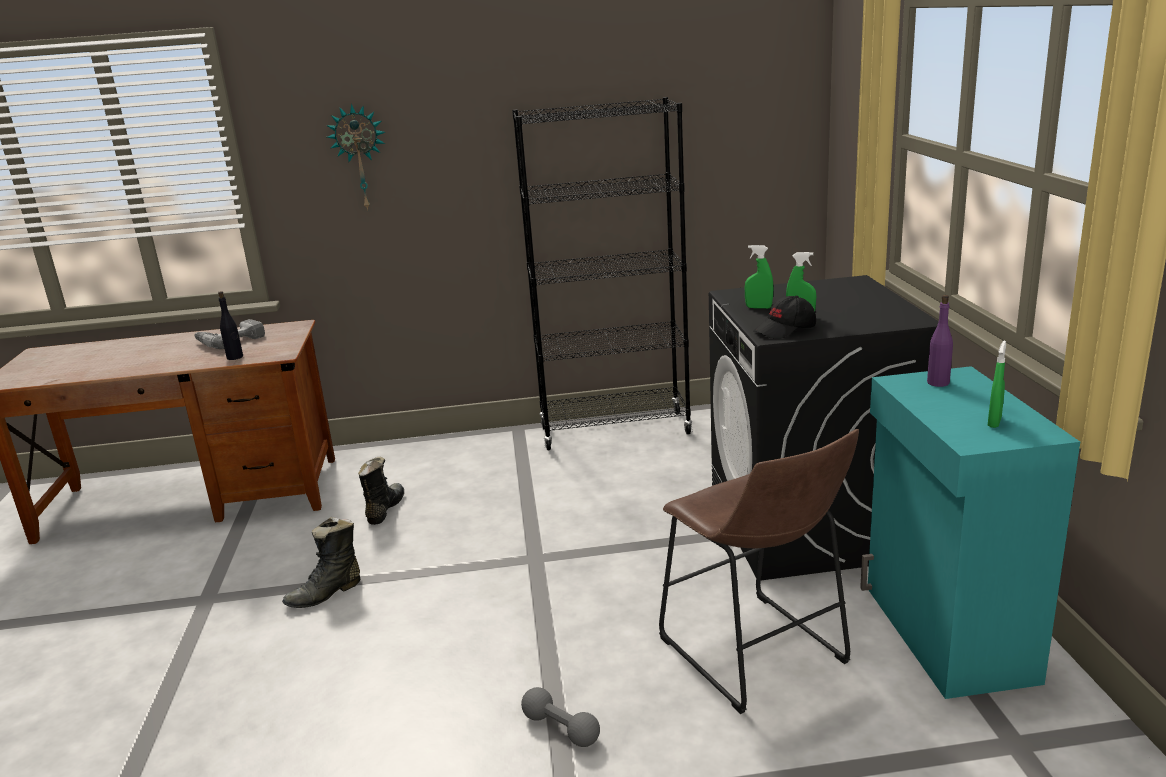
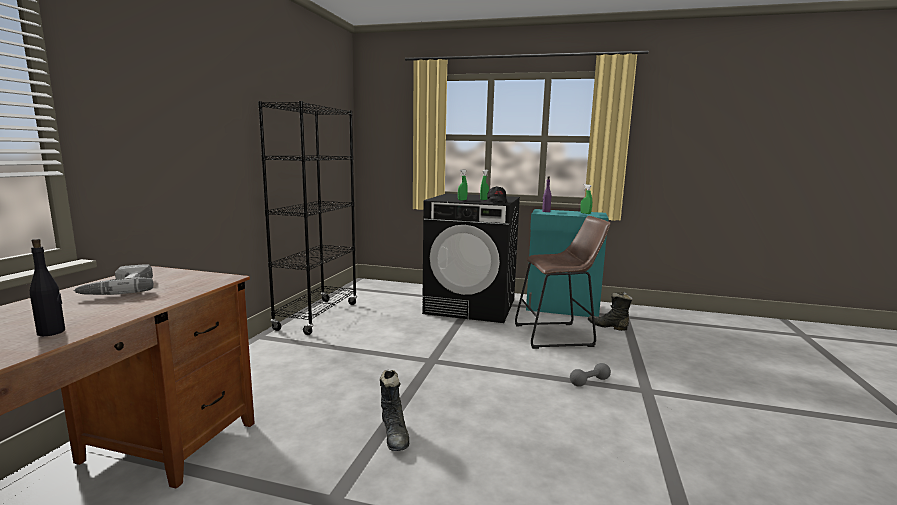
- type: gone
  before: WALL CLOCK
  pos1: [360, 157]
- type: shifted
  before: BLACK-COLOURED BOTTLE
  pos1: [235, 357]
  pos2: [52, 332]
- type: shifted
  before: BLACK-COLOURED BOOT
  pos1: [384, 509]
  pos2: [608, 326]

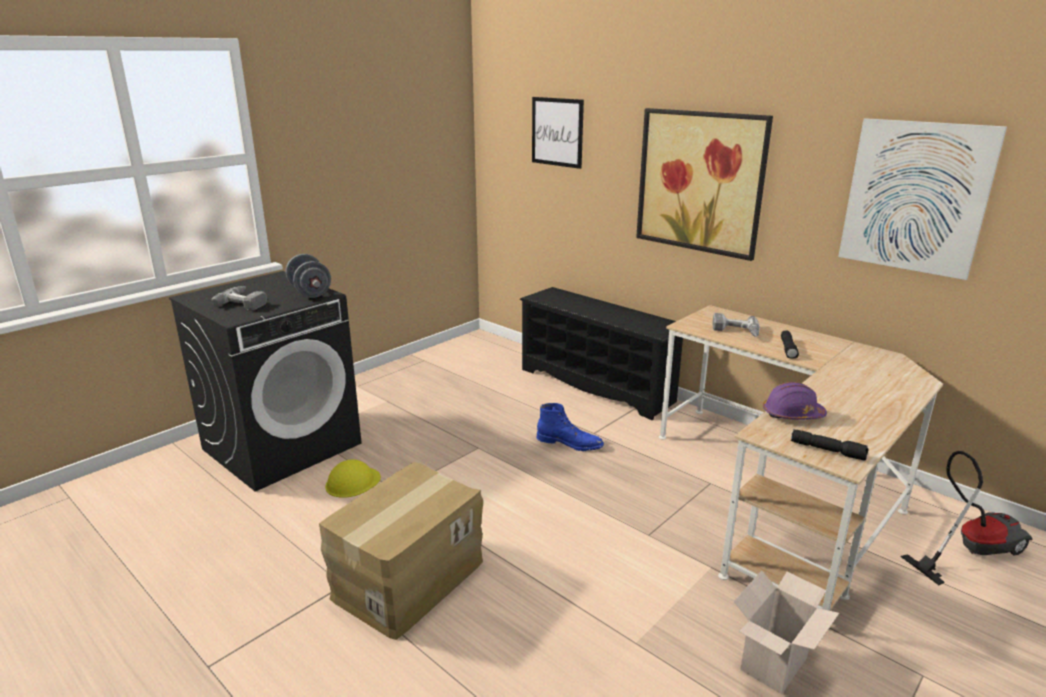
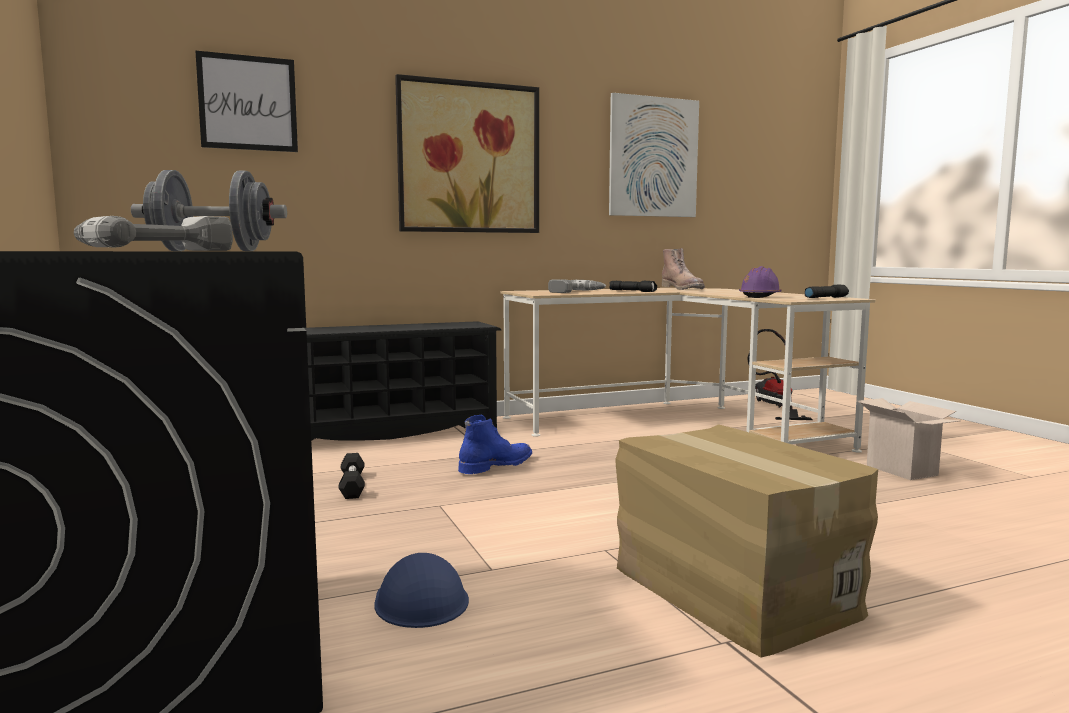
- type: repainted
  before: YELLOWISH WORK HELMET
  after: BLUISH WORK HELMET
  pos1: [352, 482]
  pos2: [421, 600]
- type: new
  after: BROWNISH BOOT
  pos2: [683, 289]
- type: new
  after: BLACK-COLOURED DUMBBELL
  pos2: [352, 485]

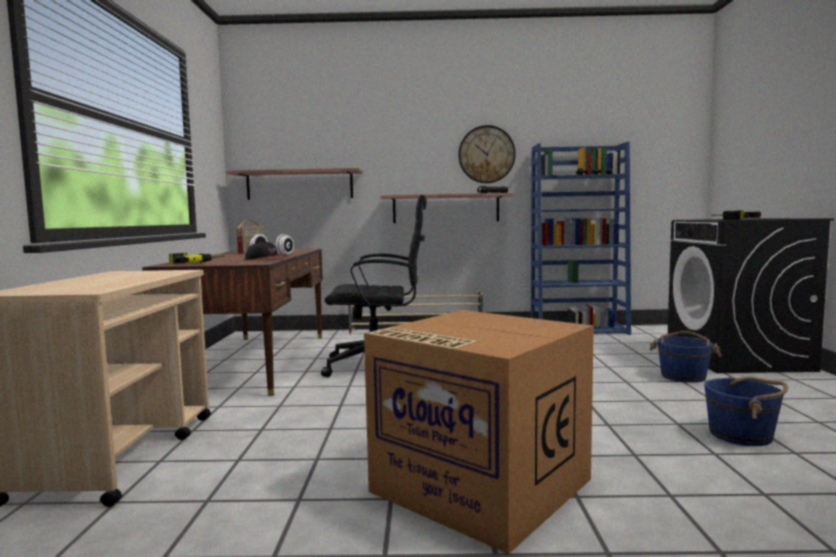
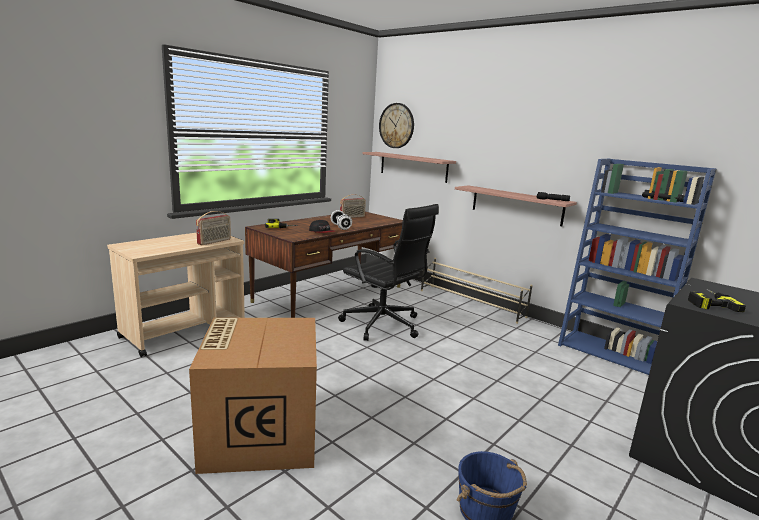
- type: shifted
  before: WALL CLOCK
  pos1: [486, 154]
  pos2: [396, 125]
- type: gone
  before: BLUISH PAIL
  pos1: [683, 376]
- type: new
  after: RADIO
  pos2: [214, 242]

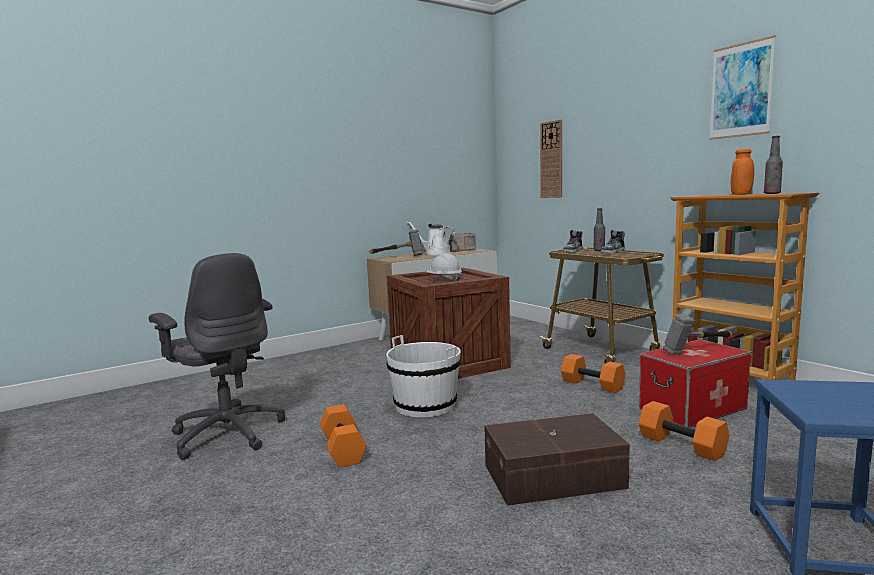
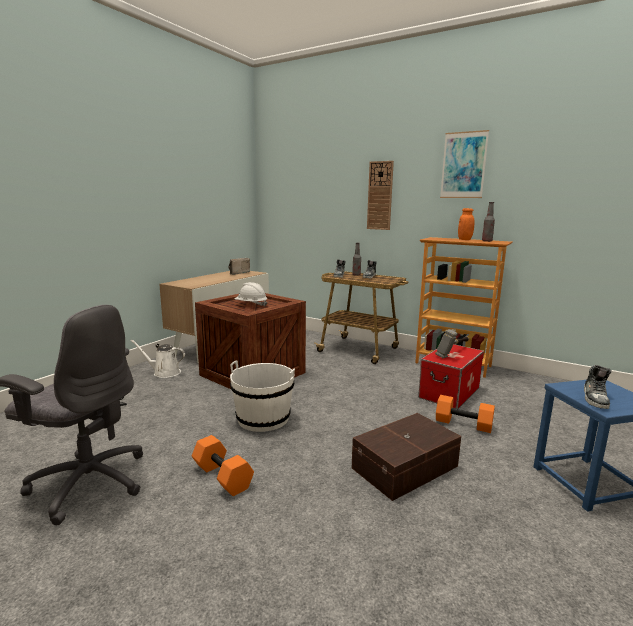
- type: shifted
  before: WALL CLOCK
  pos1: [551, 160]
  pos2: [380, 196]
- type: shifted
  before: WHITE-COLOURED WATERING CAN
  pos1: [435, 254]
  pos2: [164, 372]
- type: gone
  before: HAMMER
  pos1: [398, 257]
- type: gone
  before: ORANGEY DUMBBELL
  pos1: [593, 384]
- type: new
  after: SHOE
  pos2: [595, 398]

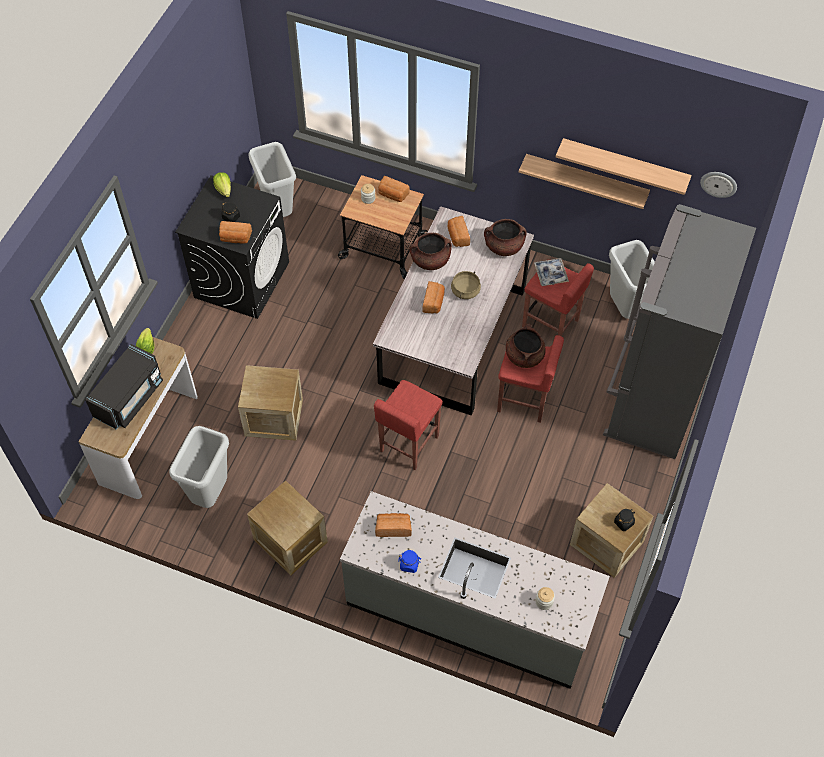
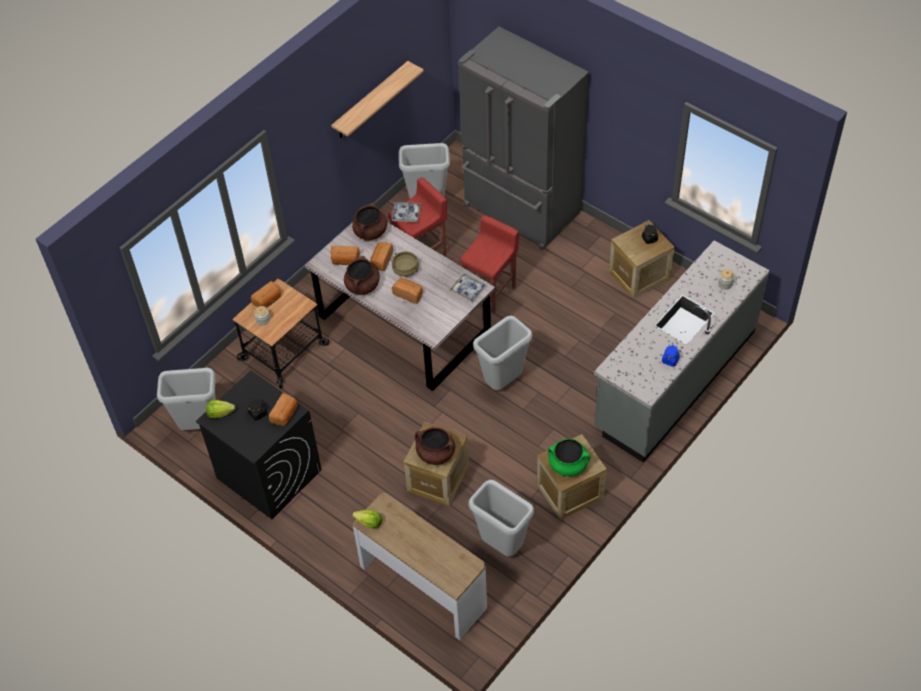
- type: gone
  before: WALL SHELF
  pos1: [586, 180]
- type: gone
  before: WALL CLOCK
  pos1: [719, 183]
- type: shifted
  before: BROWNISH SAUCEPOT
  pos1: [524, 356]
  pos2: [435, 454]
- type: gone
  before: BLACK-COLOURED MICROWAVE OVEN
  pos1: [129, 398]
- type: swapped
  before: REDDISH STOOL SEAT
  after: GREYISH WASTE BIN
  pos1: [408, 444]
  pos2: [503, 383]
- type: shifted
  before: BAKED BREAD
  pos1: [393, 528]
  pos2: [381, 260]
- type: new
  after: TRAY
  pos2: [468, 289]
- type: new
  after: GREENISH SAUCEPOT
  pos2: [568, 465]

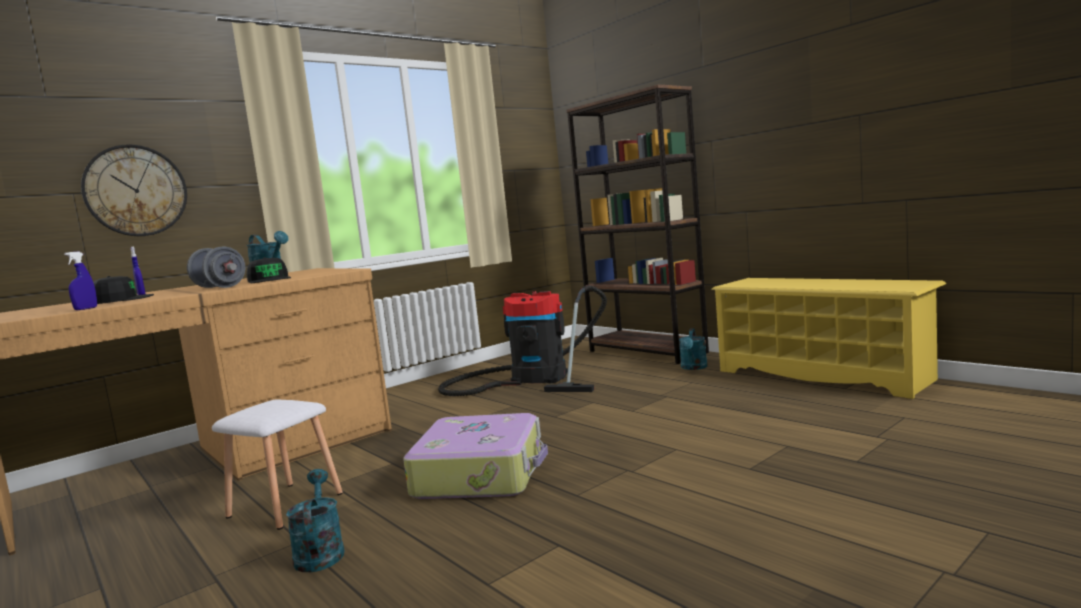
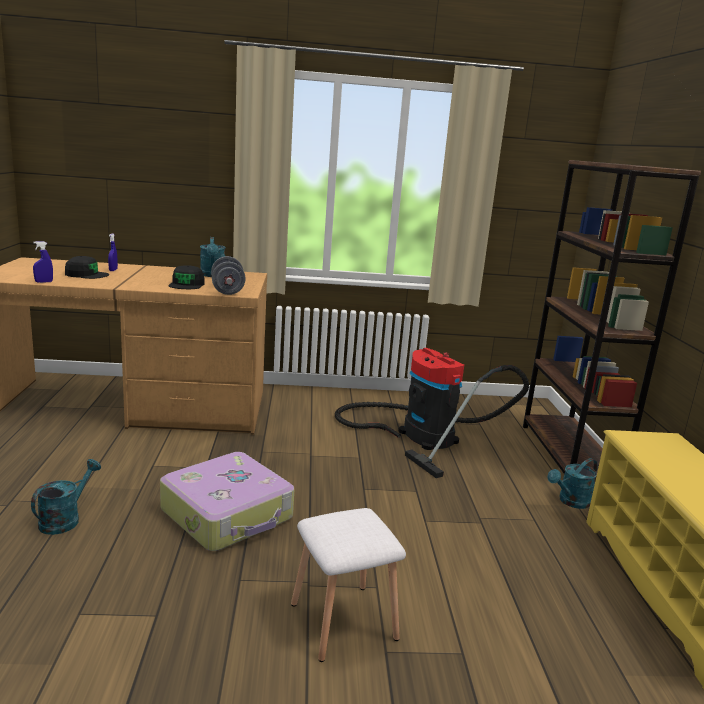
- type: gone
  before: WALL CLOCK
  pos1: [135, 191]
- type: shifted
  before: GREYISH DUMBBELL
  pos1: [219, 287]
  pos2: [227, 291]
- type: shifted
  before: WHITE-COLOURED STOOL SEAT
  pos1: [284, 506]
  pos2: [342, 622]

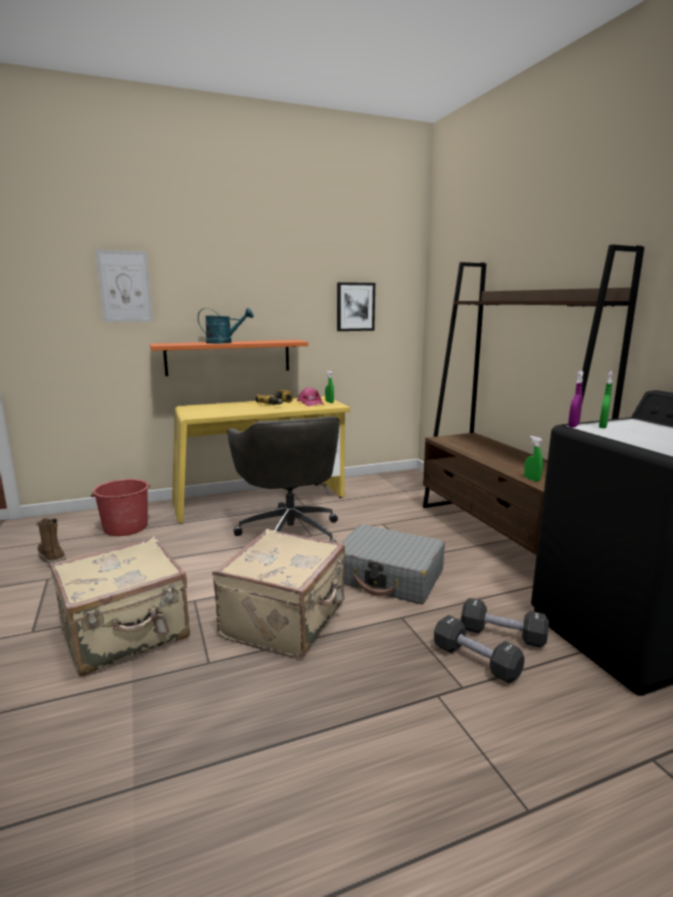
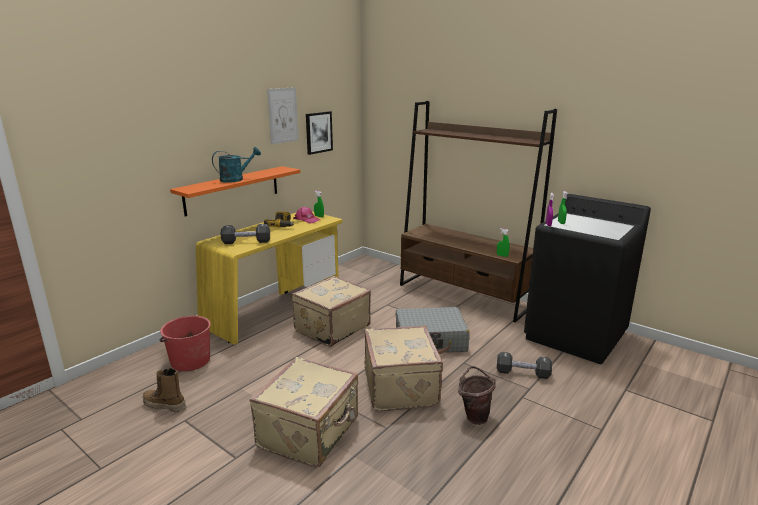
- type: shifted
  before: WALL ART
  pos1: [125, 286]
  pos2: [283, 115]
- type: swapped
  before: GREYISH DESK CHAIR
  after: BEIGE TRAVEL CASE
  pos1: [289, 532]
  pos2: [331, 328]
- type: shifted
  before: BLACK-COLOURED DUMBBELL
  pos1: [502, 635]
  pos2: [246, 242]
- type: new
  after: BROWNISH PAIL
  pos2: [474, 415]

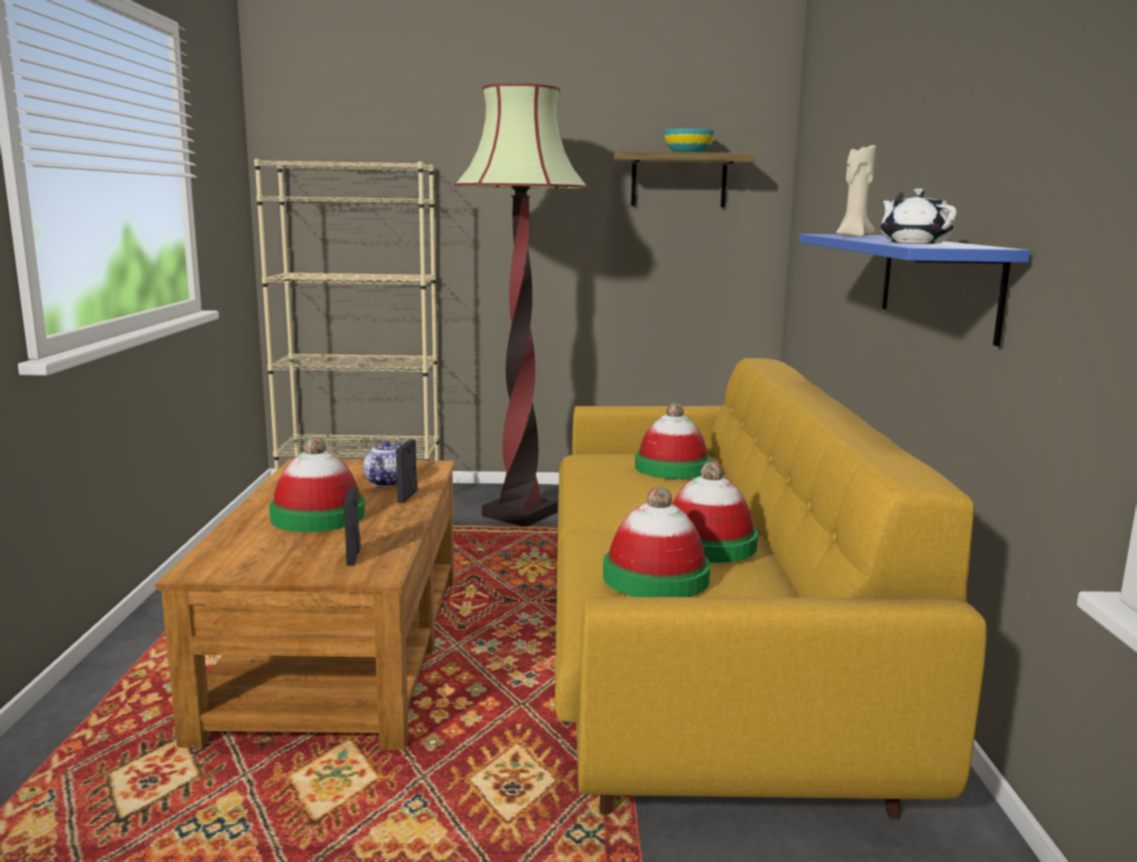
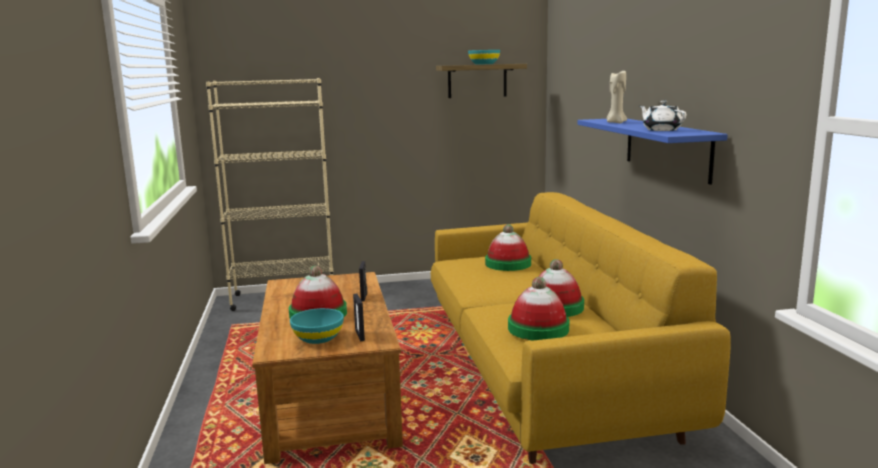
- type: gone
  before: STANDING LAMP
  pos1: [520, 514]
- type: gone
  before: POT FOR TEA
  pos1: [386, 482]
- type: new
  after: TURQUOISE-COLOURED DEEP DISH
  pos2: [318, 338]

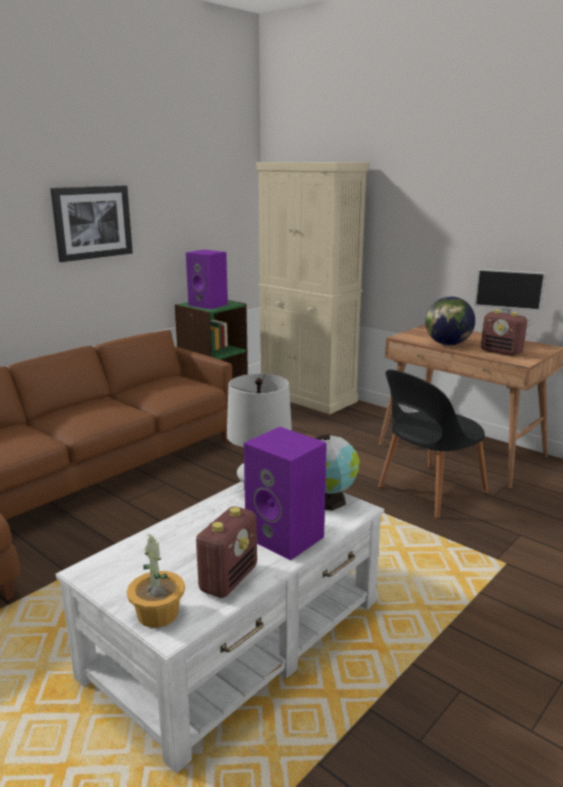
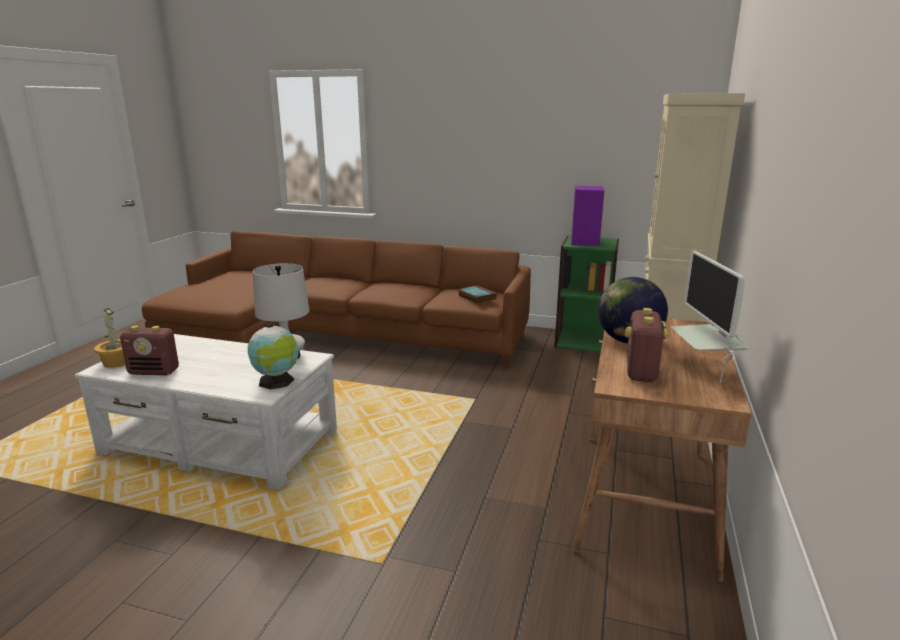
- type: gone
  before: WALL ART
  pos1: [92, 222]
- type: gone
  before: BLACK-COLOURED CHAIR
  pos1: [429, 491]
- type: gone
  before: PURPLE-COLOURED AUDIO SPEAKER
  pos1: [287, 537]
- type: new
  after: VOLUME
  pos2: [476, 297]

